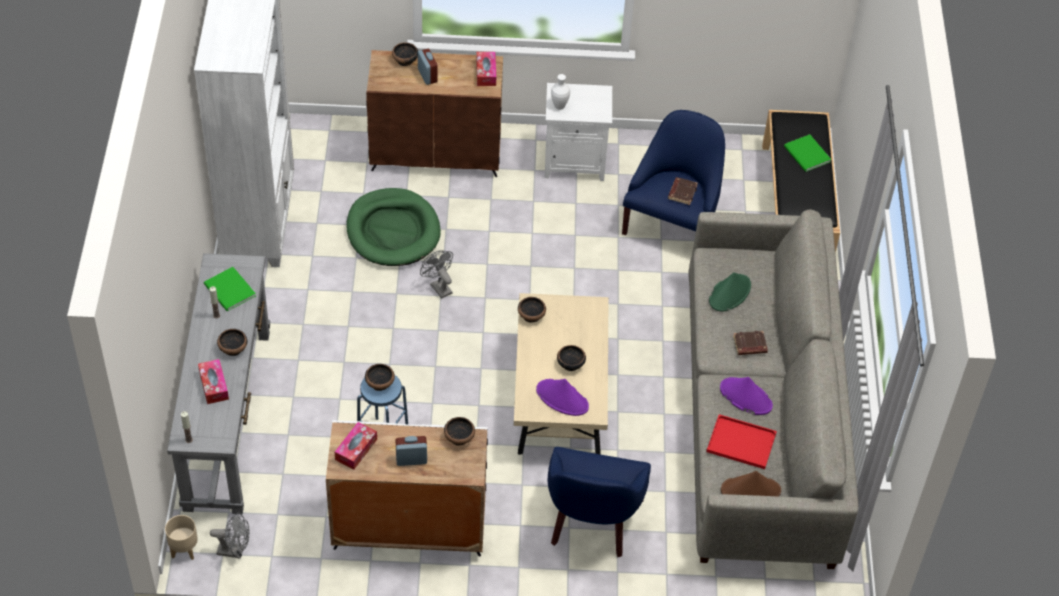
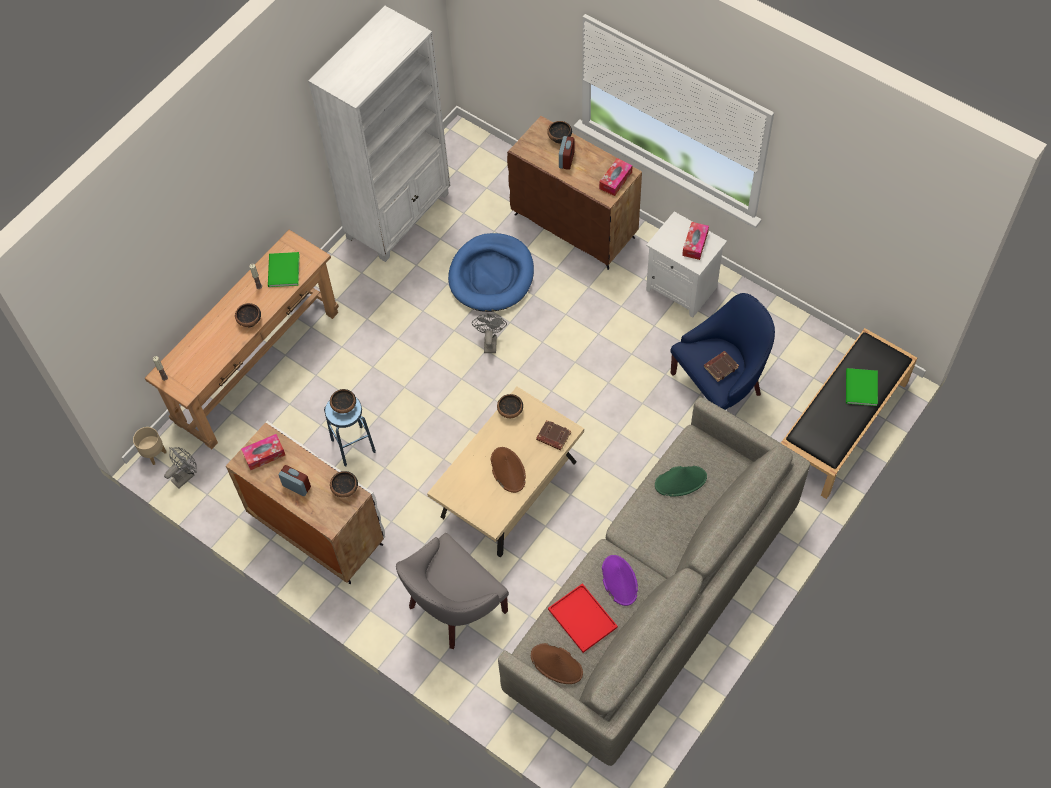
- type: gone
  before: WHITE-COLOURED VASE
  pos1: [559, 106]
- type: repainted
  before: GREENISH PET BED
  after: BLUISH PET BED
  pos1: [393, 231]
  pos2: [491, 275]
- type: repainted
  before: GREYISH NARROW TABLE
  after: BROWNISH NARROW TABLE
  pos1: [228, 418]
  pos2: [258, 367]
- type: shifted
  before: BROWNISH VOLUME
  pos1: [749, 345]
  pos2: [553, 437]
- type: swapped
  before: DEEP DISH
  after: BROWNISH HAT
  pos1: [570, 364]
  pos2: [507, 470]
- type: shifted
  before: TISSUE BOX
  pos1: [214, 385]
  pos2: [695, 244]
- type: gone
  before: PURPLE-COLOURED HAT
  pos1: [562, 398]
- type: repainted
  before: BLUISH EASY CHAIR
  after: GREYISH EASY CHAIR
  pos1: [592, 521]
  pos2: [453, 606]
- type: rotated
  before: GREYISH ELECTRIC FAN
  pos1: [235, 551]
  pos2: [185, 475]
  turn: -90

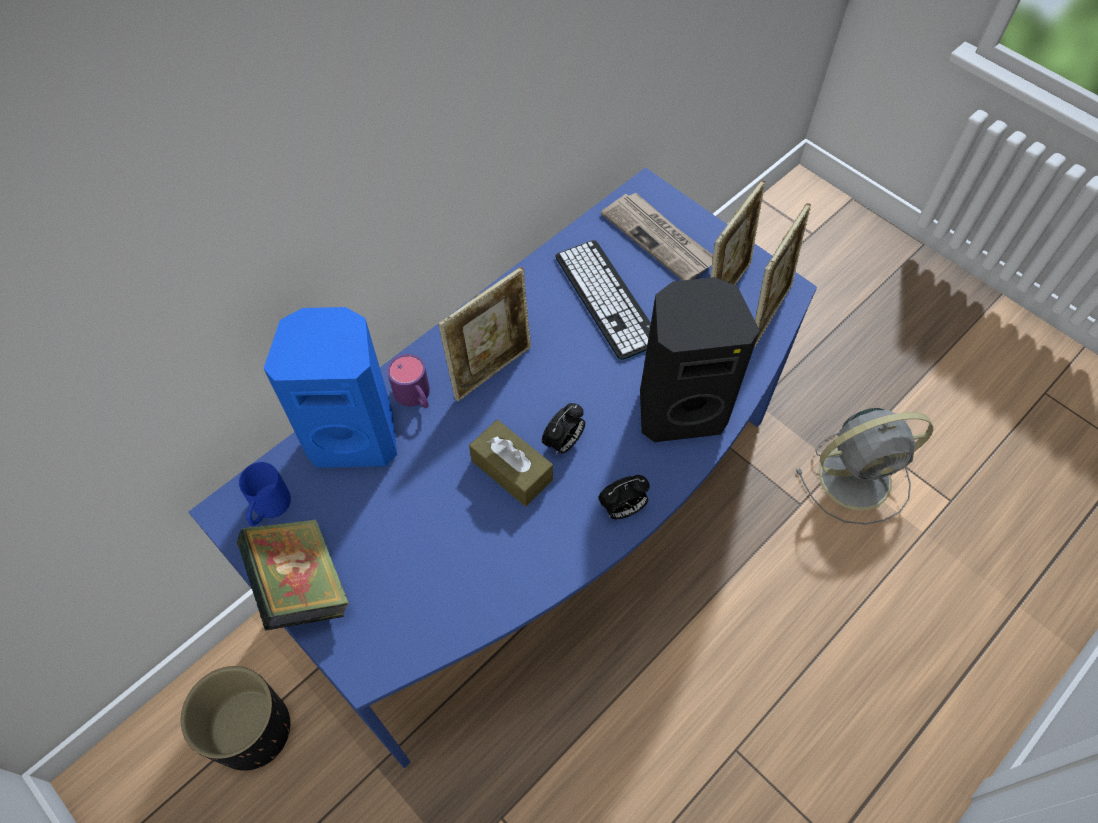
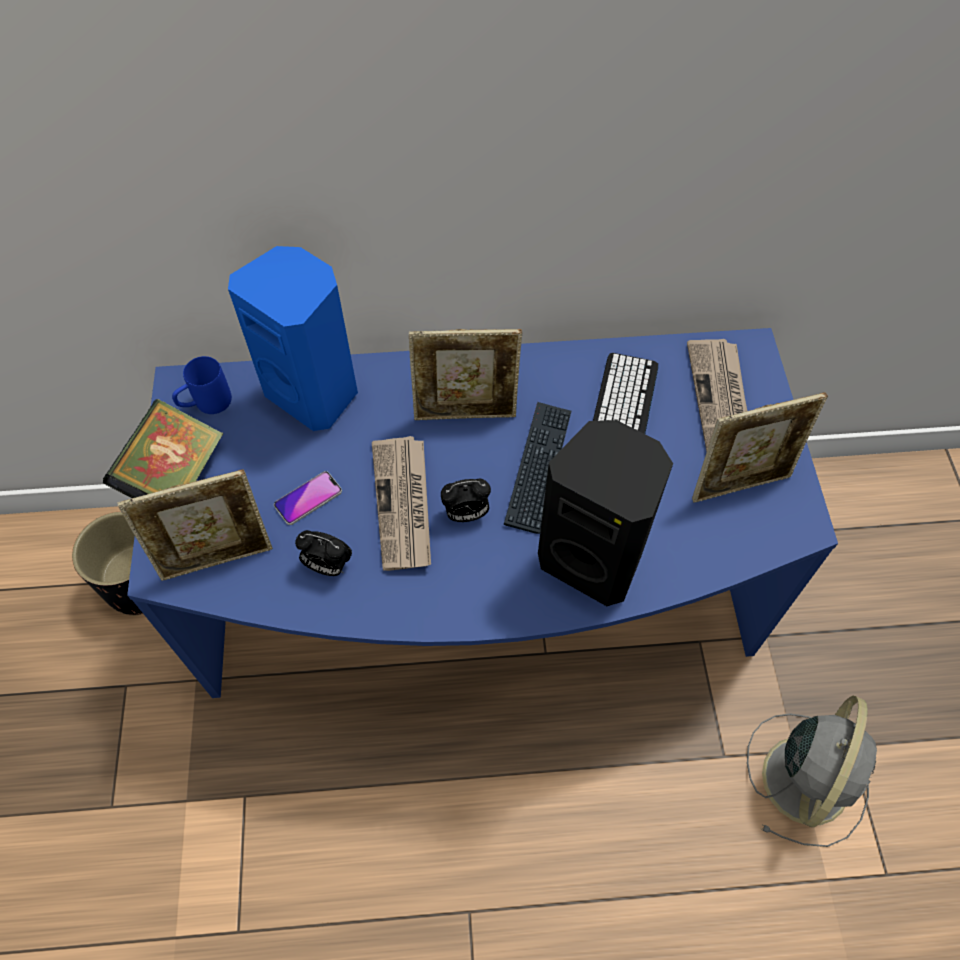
- type: shifted
  before: PICTURE FRAME
  pos1: [767, 312]
  pos2: [218, 558]
- type: gone
  before: PURPLE-COLOURED COFFEE MUG
  pos1: [415, 397]
- type: rotated
  before: GREYISH ELECTRIC FAN
  pos1: [858, 477]
  pos2: [806, 776]
  turn: -90
- type: swapped
  before: BROWNISH TISSUE BOX
  after: NEWSPAPER
  pos1: [511, 470]
  pos2: [404, 505]
- type: shifted
  before: BEDSIDE CLOCK
  pos1: [622, 509]
  pos2: [327, 566]
- type: new
  after: PC KEYBOARD
  pos2: [538, 467]
- type: new
  after: PHONE
  pos2: [308, 498]

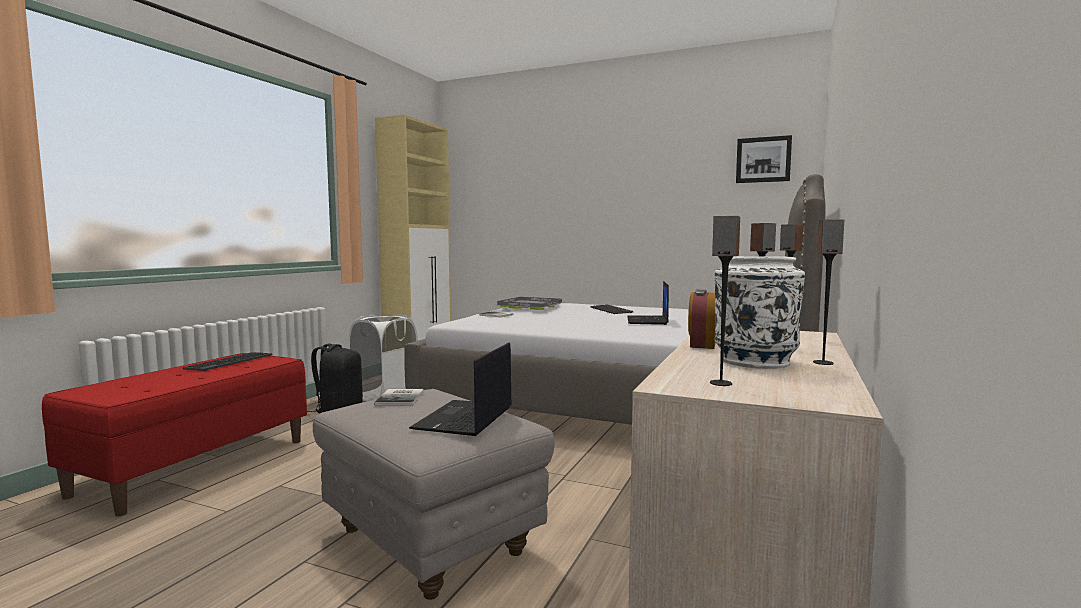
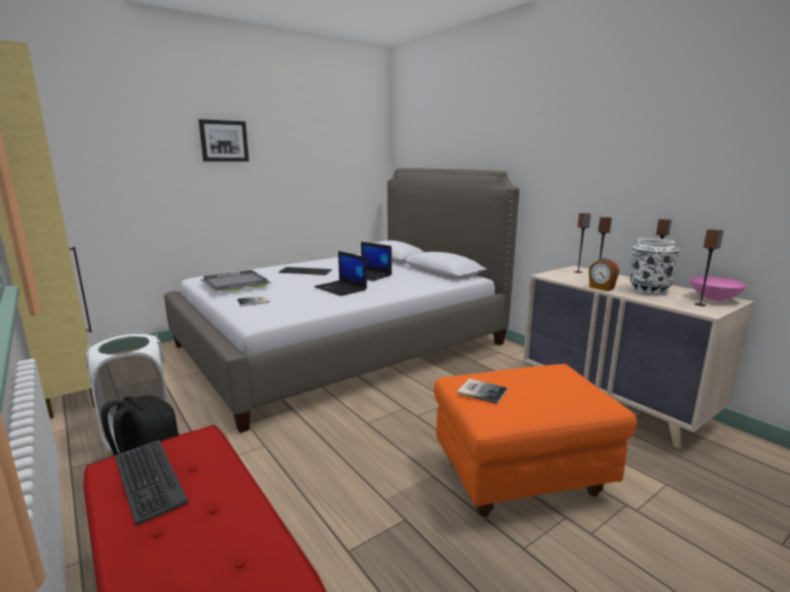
- type: shifted
  before: WALL ART
  pos1: [763, 160]
  pos2: [224, 141]
- type: shifted
  before: NOTEBOOK COMPUTER
  pos1: [464, 419]
  pos2: [341, 288]
- type: repainted
  before: GREYISH OTTOMAN
  after: ORANGEY OTTOMAN
  pos1: [429, 542]
  pos2: [520, 479]
- type: new
  after: PINK-COLOURED DEEP DISH
  pos2: [713, 298]

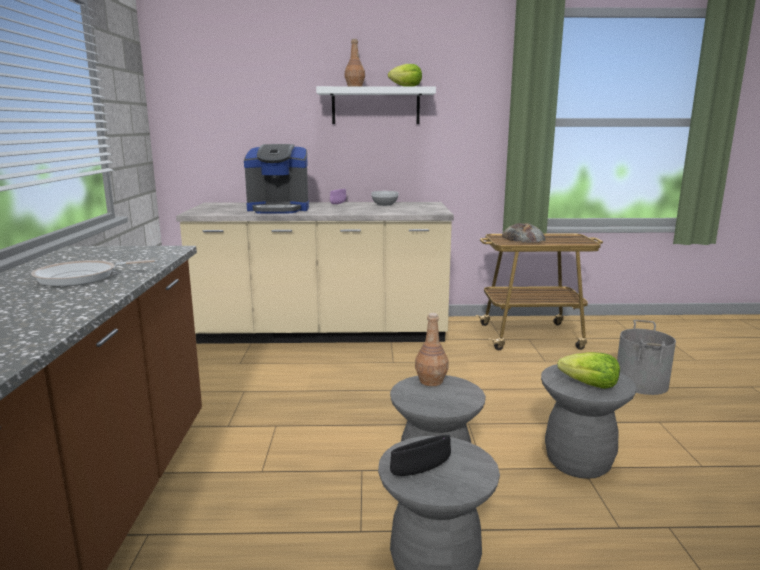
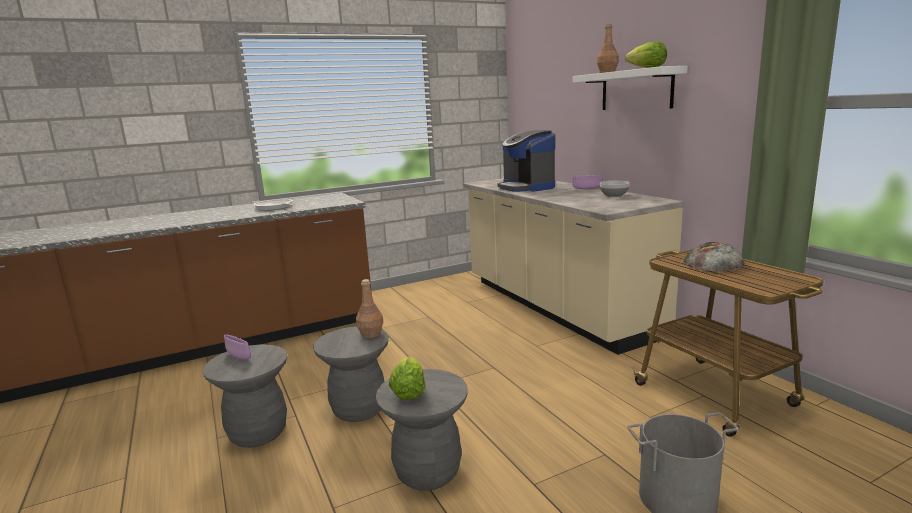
- type: repainted
  before: BLACK-COLOURED DEEP DISH
  after: PURPLE-COLOURED DEEP DISH
  pos1: [420, 470]
  pos2: [239, 357]

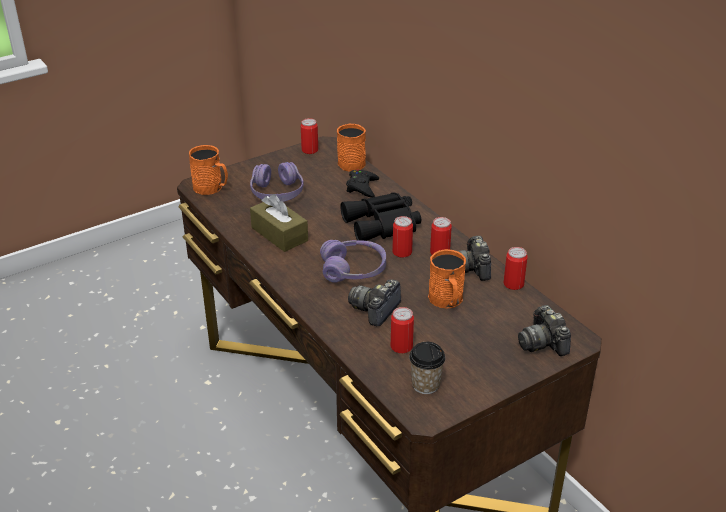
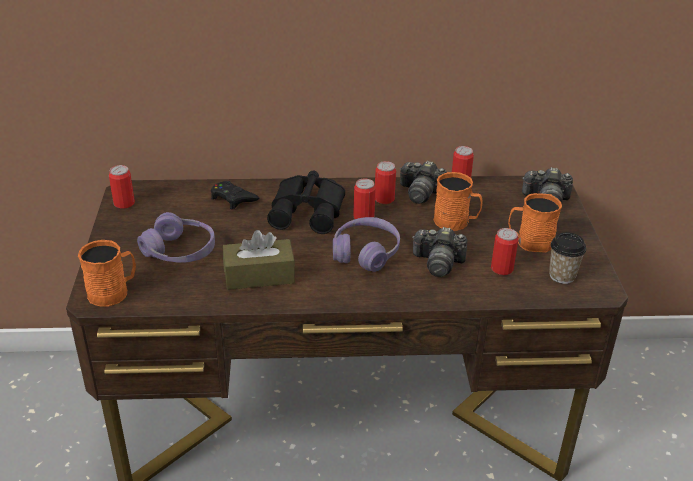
- type: shifted
  before: ORANGEY COFFEE MUG
  pos1: [350, 162]
  pos2: [529, 242]
- type: rotated
  before: STILL CAMERA
  pos1: [376, 310]
  pos2: [438, 263]
  turn: -45

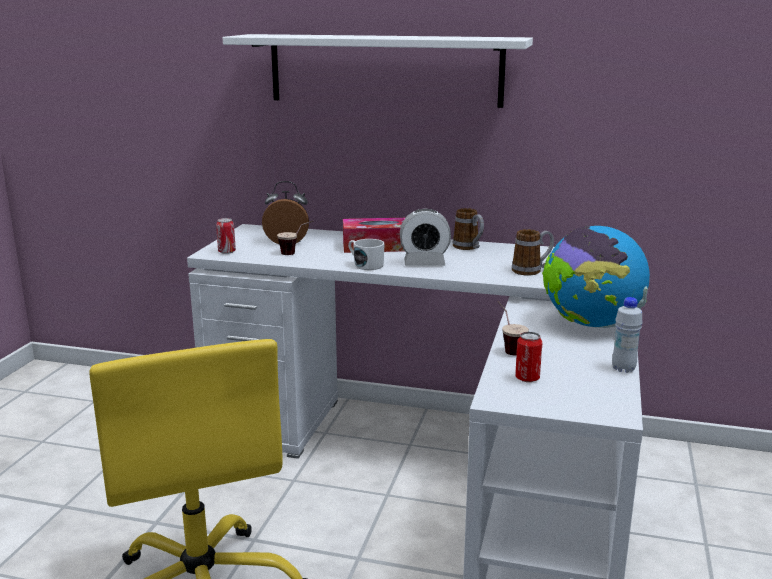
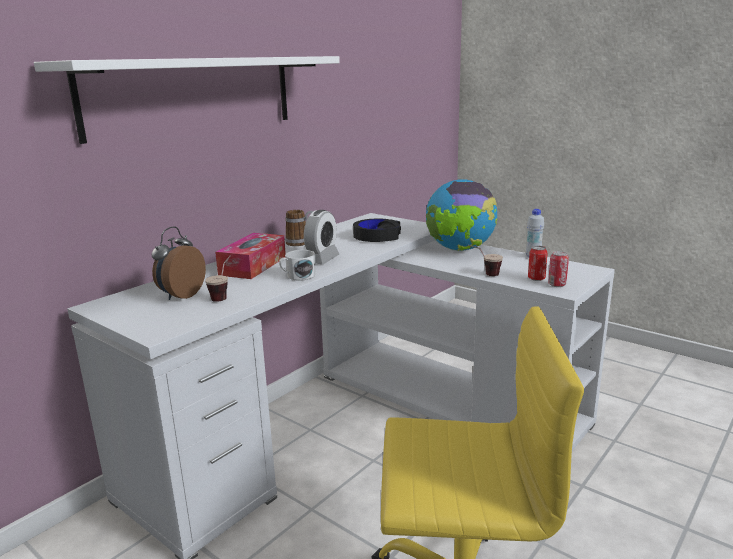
- type: shifted
  before: CAN
  pos1: [227, 252]
  pos2: [557, 285]
- type: swapped
  before: COFFEE MUG
  after: BLACK-COLOURED PAIR OF HEADPHONES
  pos1: [531, 270]
  pos2: [377, 237]

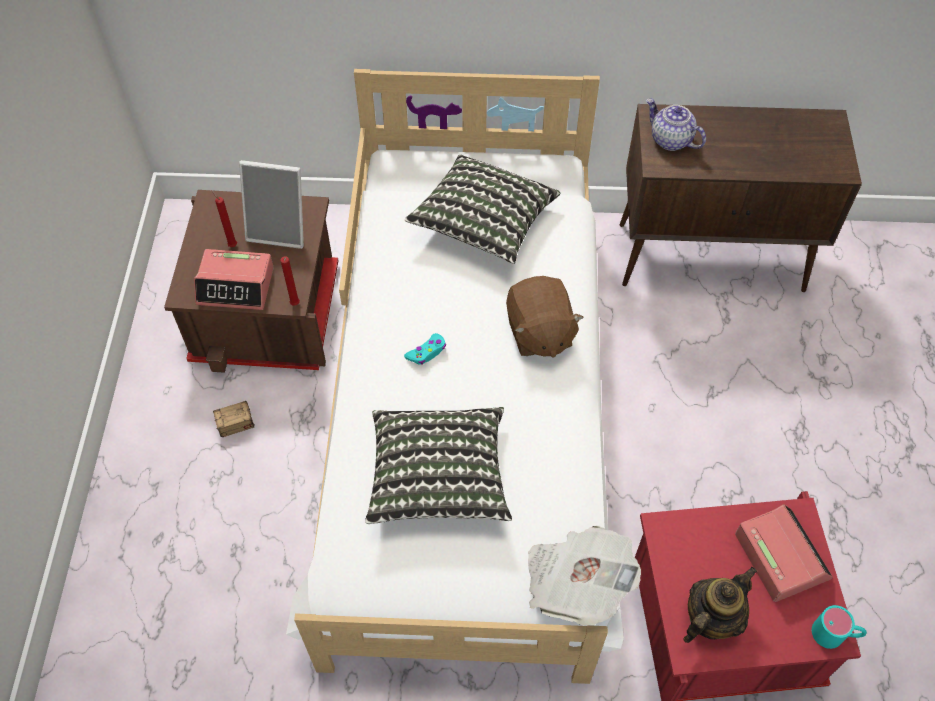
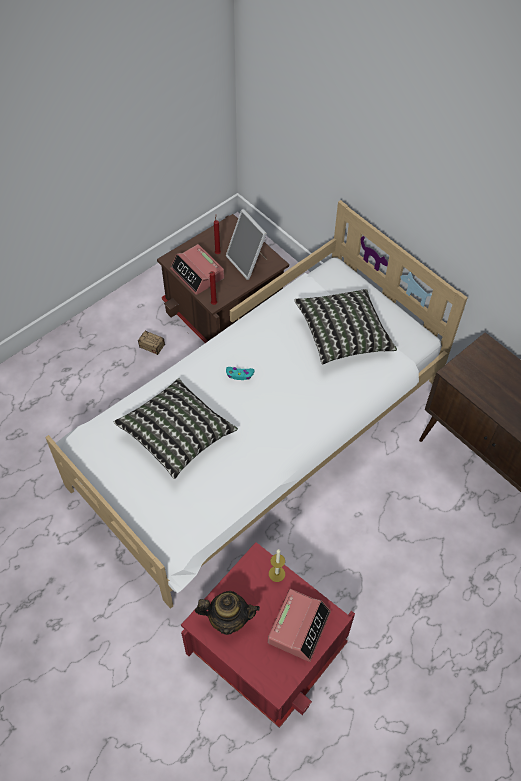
- type: gone
  before: POT FOR TEA
  pos1: [670, 140]
- type: gone
  before: BROWNISH PLUSH TOY
  pos1: [539, 333]
- type: gone
  before: NEWSPAPER
  pos1: [575, 583]
- type: gone
  before: TURQUOISE-COLOURED COFFEE MUG
  pos1: [835, 634]
- type: new
  after: WAX CANDLE
  pos2: [277, 574]

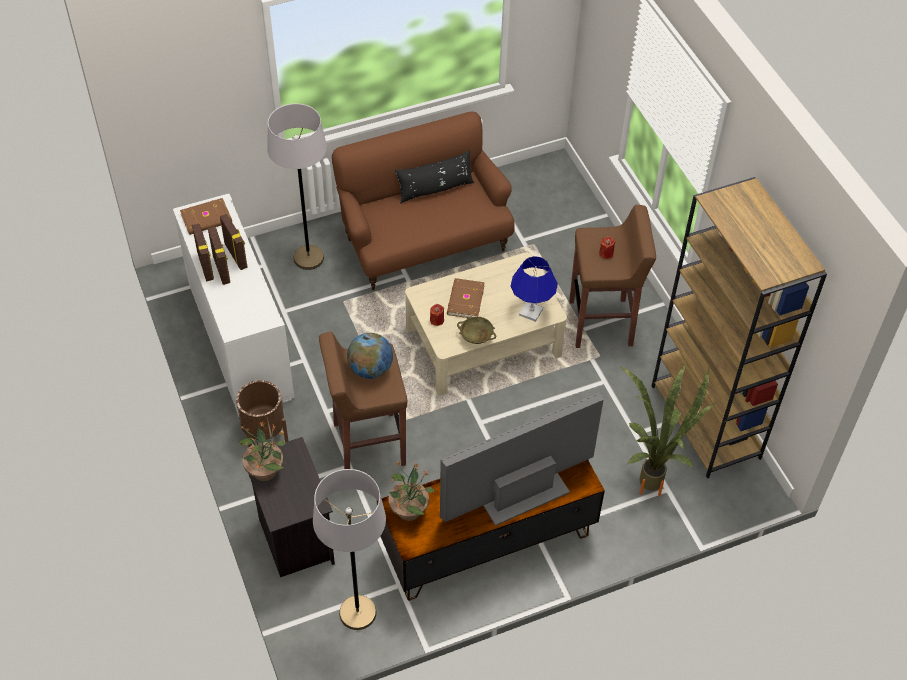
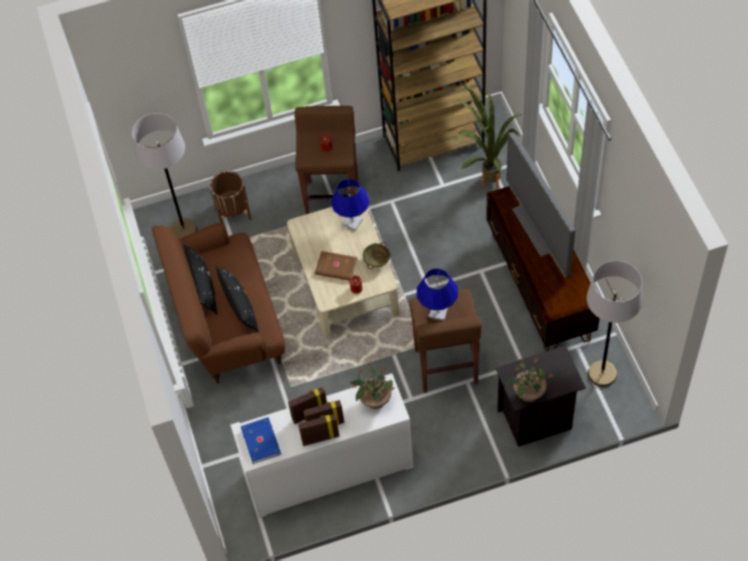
- type: shifted
  before: GREYISH STANDING LAMP
  pos1: [308, 258]
  pos2: [184, 230]
- type: repainted
  before: BROWNISH VOLUME
  after: BLUISH VOLUME
  pos1: [207, 219]
  pos2: [261, 441]
- type: swapped
  before: GLOBE
  after: BLUISH TABLE LAMP
  pos1: [370, 369]
  pos2: [438, 312]
- type: shifted
  before: BROWNISH PLANT POT
  pos1: [264, 432]
  pos2: [233, 211]
- type: shifted
  before: PLANT IN A POT
  pos1: [409, 509]
  pos2: [375, 400]
- type: new
  after: BLACK-COLOURED PILLOW
  pos2: [239, 306]

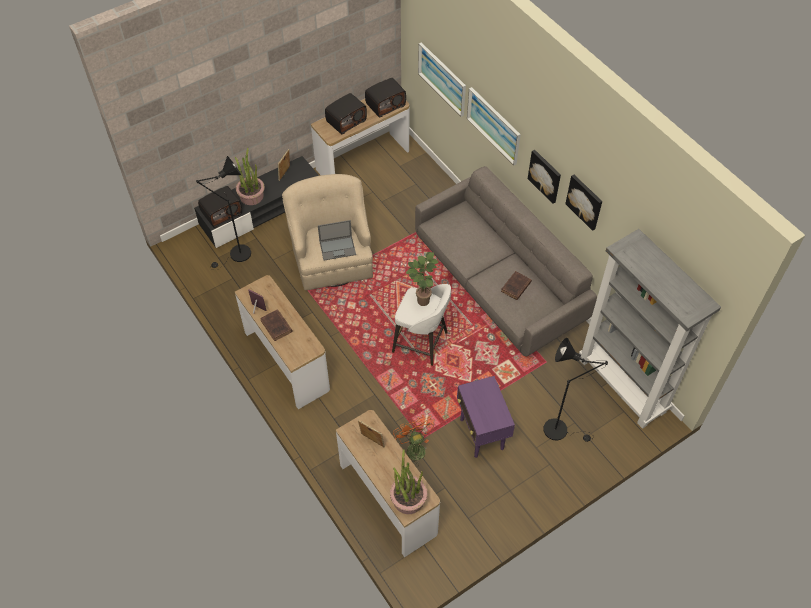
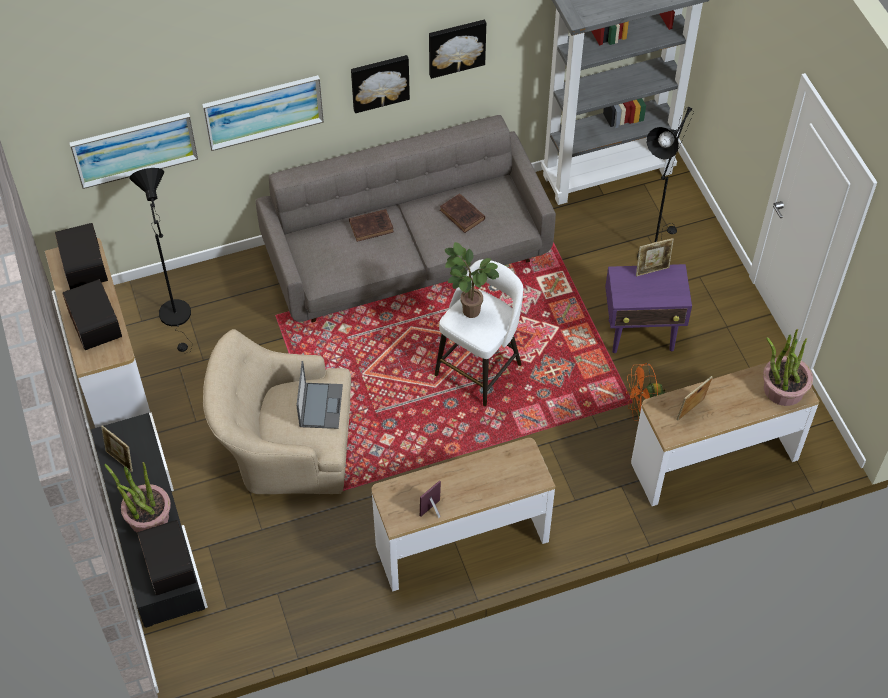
- type: shifted
  before: BLACK-COLOURED STANDING LAMP
  pos1: [237, 256]
  pos2: [177, 318]
- type: shifted
  before: BROWNISH VOLUME
  pos1: [277, 327]
  pos2: [372, 226]
- type: new
  after: PICTURE FRAME
  pos2: [652, 270]

